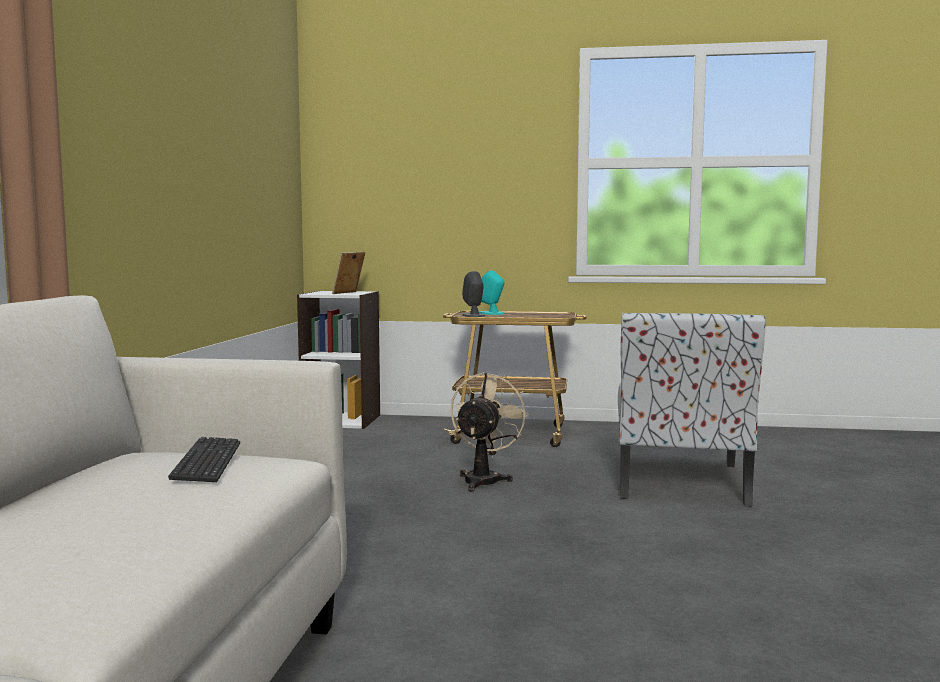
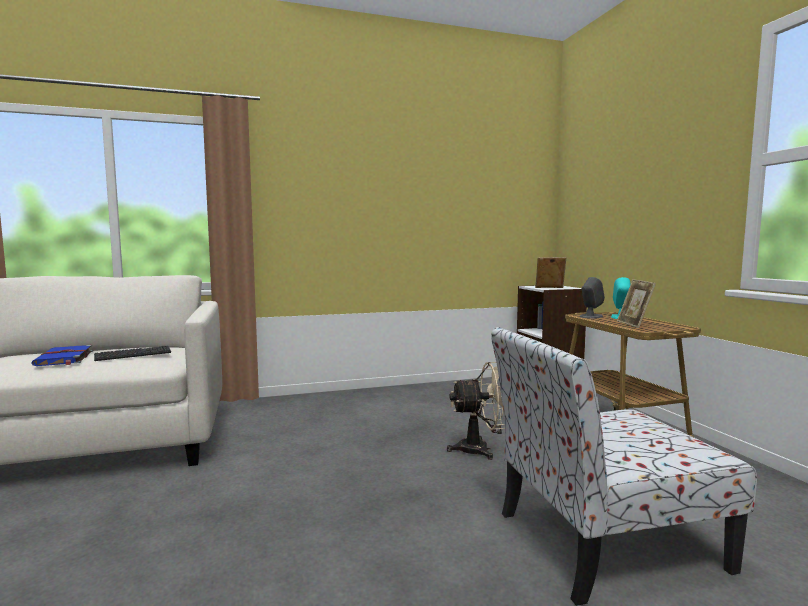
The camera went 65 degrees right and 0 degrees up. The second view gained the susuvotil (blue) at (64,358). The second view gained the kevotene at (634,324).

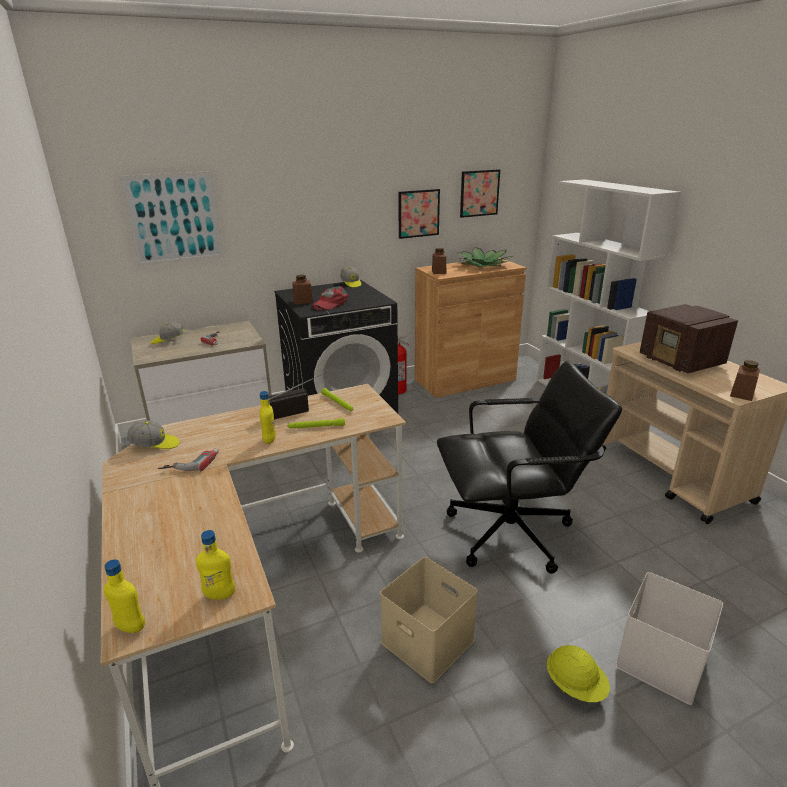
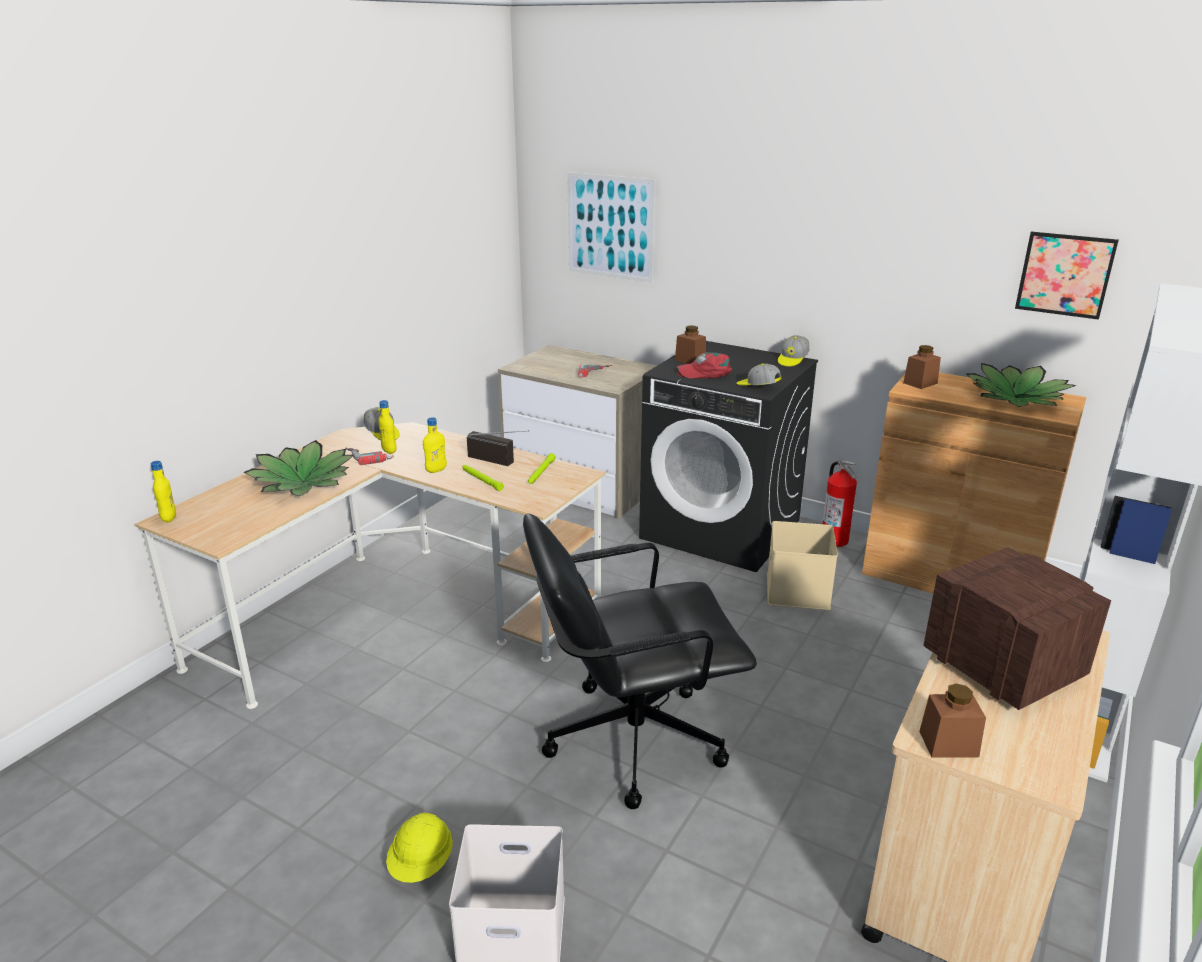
The camera went 55 degrees right and 0 degrees up. The second view lost the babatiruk at (418,213). The second view gained the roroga at (303,481). The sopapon ended up elsewhere, having gone from (168,340) to (757,387). The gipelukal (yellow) ended up elsewhere, having gone from (220,595) to (389,451). The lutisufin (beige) ended up elsewhere, having gone from (425,641) to (796,589). The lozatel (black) at (511,534) ended up facing another way, 120 degrees clockwise from before. The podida at (681,362) ended up facing another way, 120 degrees clockwise from before.

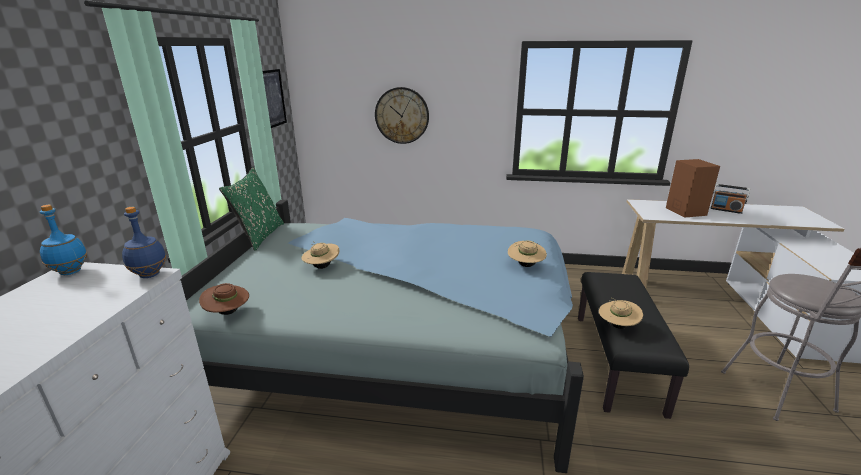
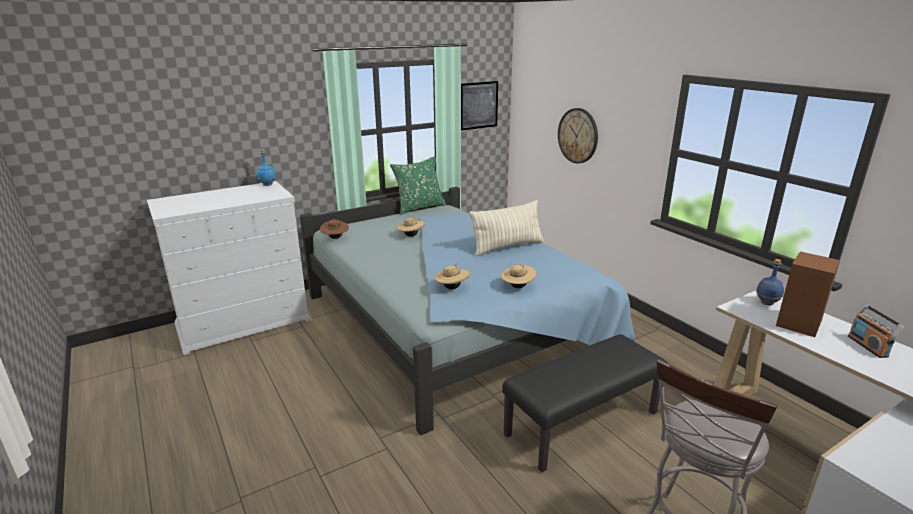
The camera went 50 degrees right and 0 degrees up. The second view gained the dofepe at (507,247). The gipelukal (blue) ended up elsewhere, having gone from (149,275) to (766,303). The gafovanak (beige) ended up elsewhere, having gone from (617,326) to (452,288).

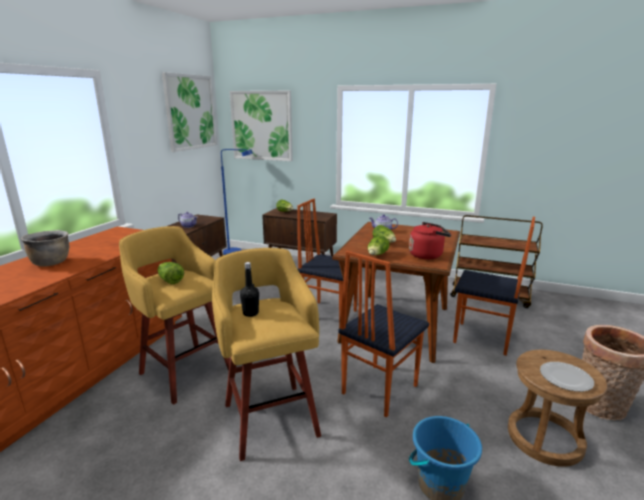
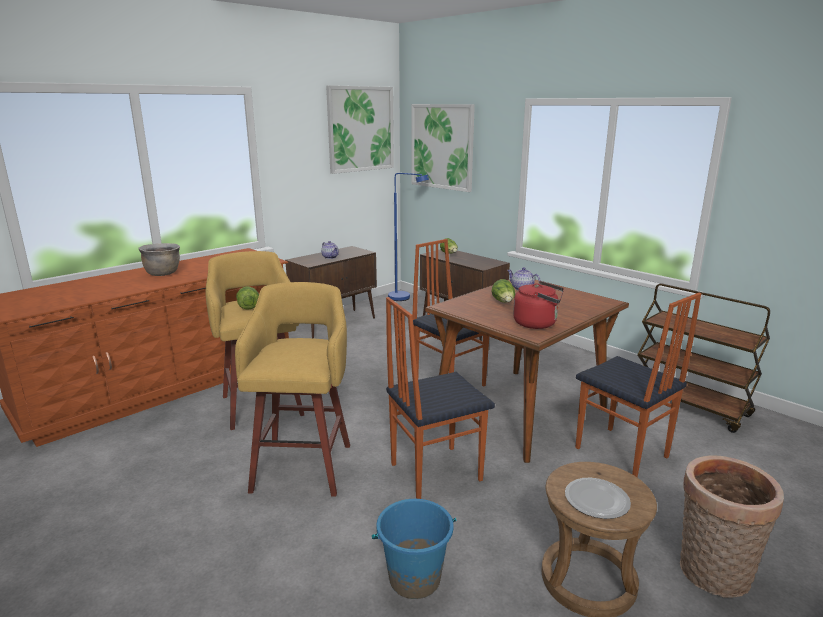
The camera went 25 degrees right and 0 degrees up. The second view lost the gipelukal (black) at (250,313). The second view lost the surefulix at (377,255).

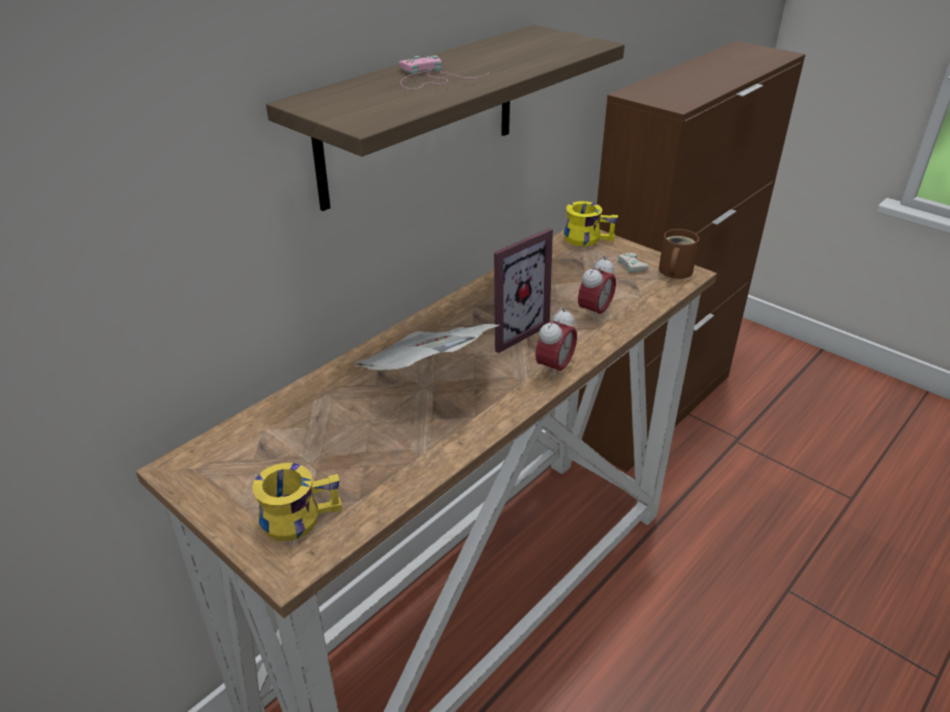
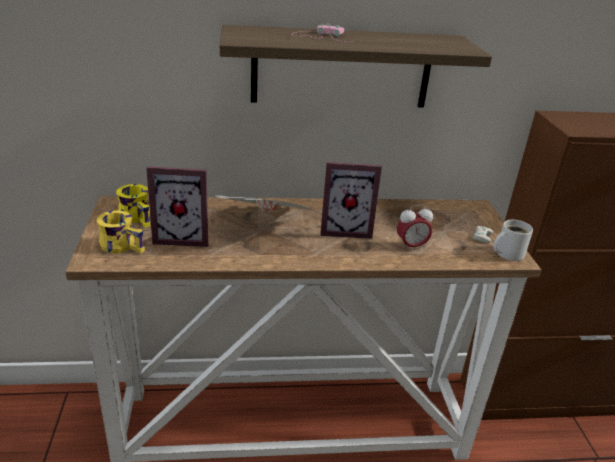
The camera went 40 degrees right and 5 degrees down. The second view lost the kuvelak at (554,368). The second view gained the kevotene at (183,237). The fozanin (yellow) ended up elsewhere, having gone from (587,237) to (139,217). What was the fozanin (brown) at (673,272) turned into the fozanin (white) at (507,253).

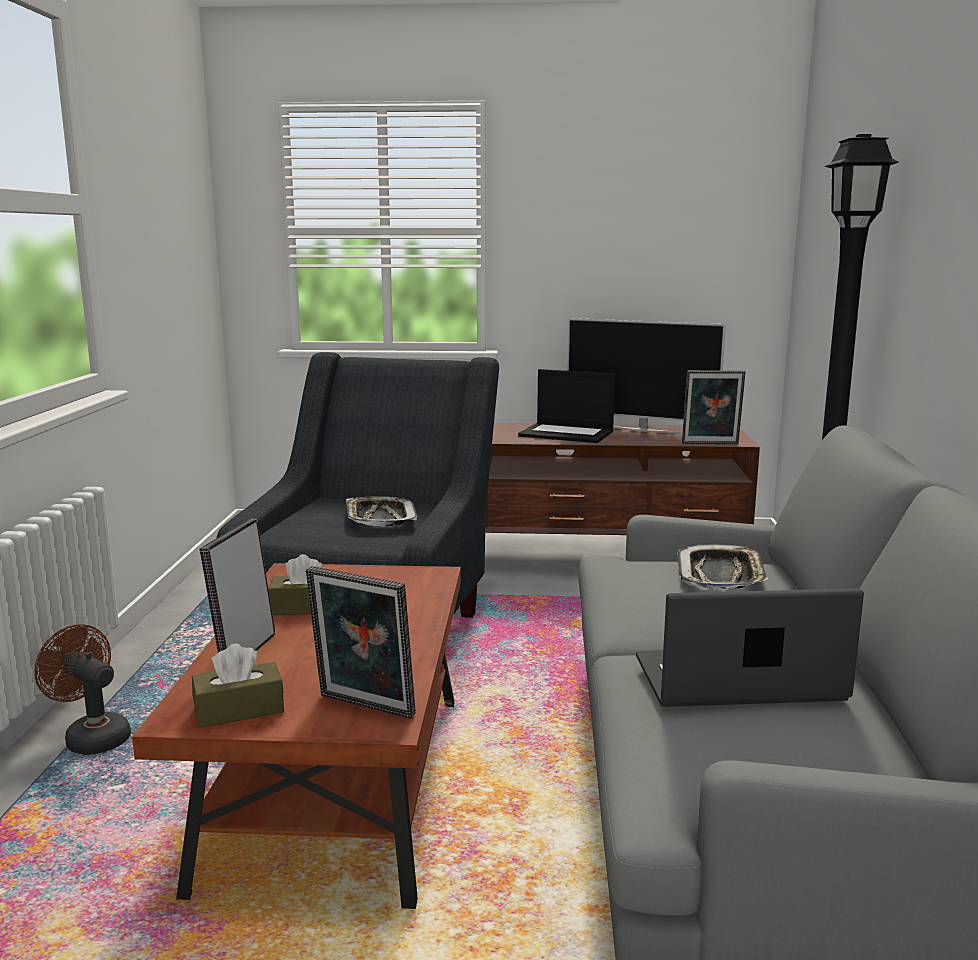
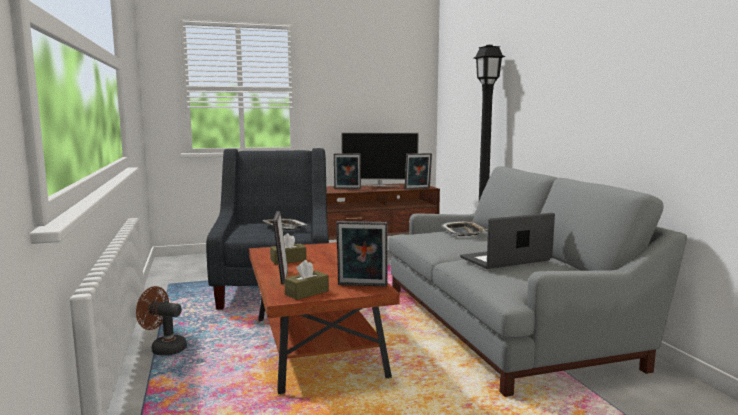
The camera went 20 degrees left and 5 degrees down. Where the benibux stood at (567,433), the kevotene came to stand at (347,189).

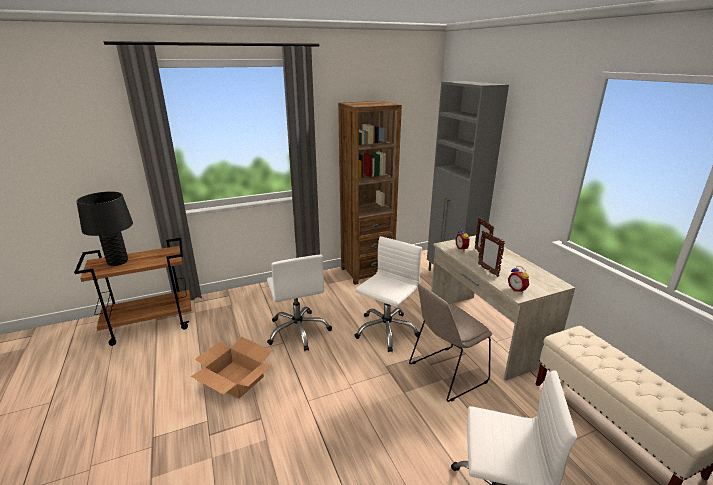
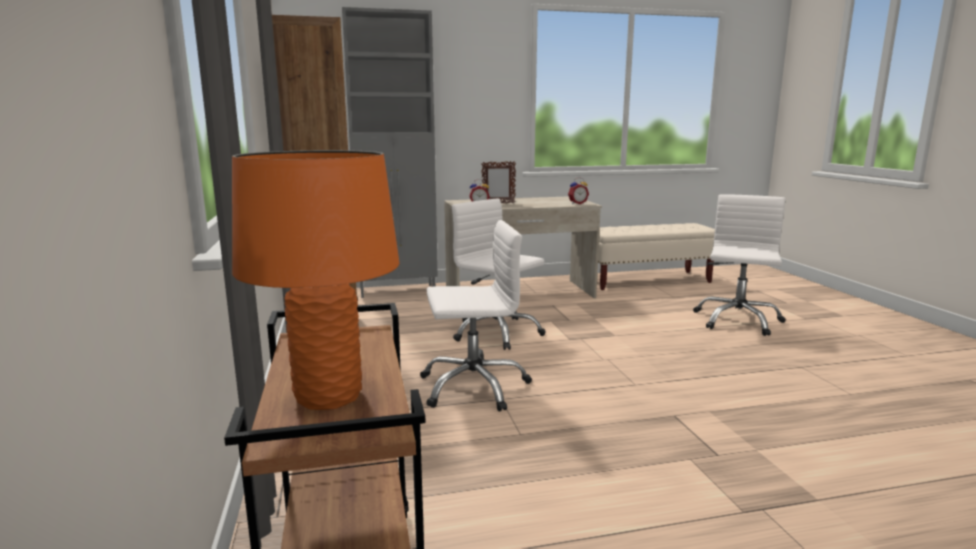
The camera went 80 degrees left and 10 degrees down. The second view lost the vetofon at (235,379). The second view lost the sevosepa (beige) at (446,374). The second view lost the kevotene at (487,270). What was the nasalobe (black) at (117,262) turned into the nasalobe (orange) at (328,396).

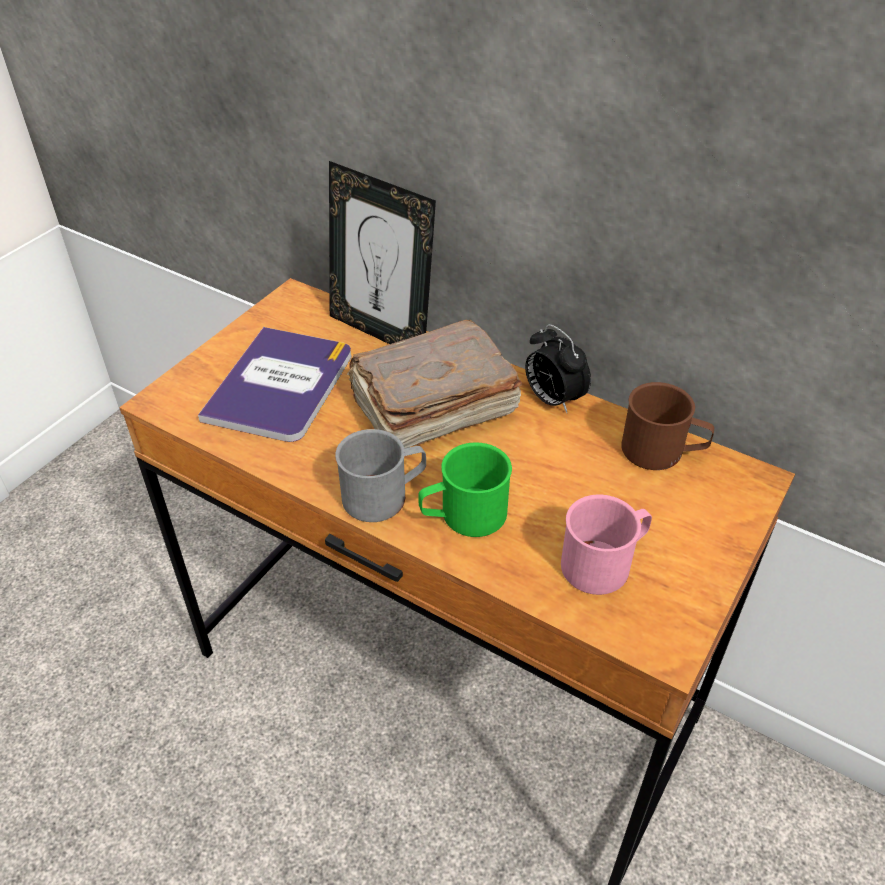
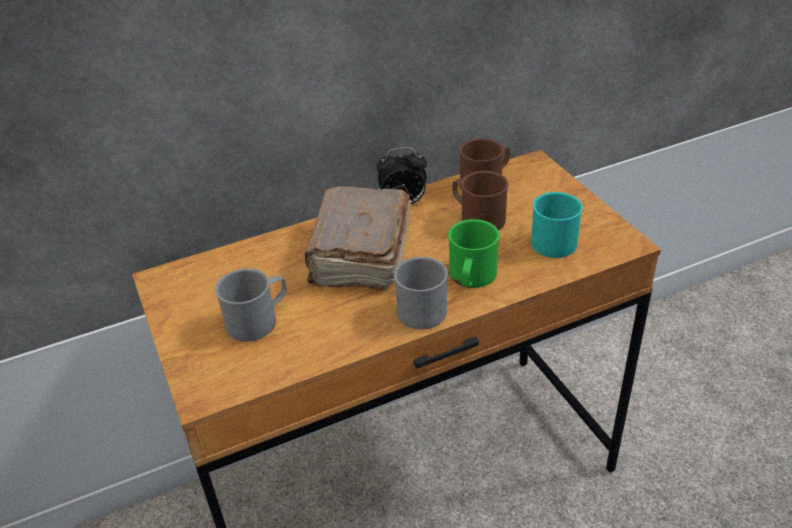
The camera went 55 degrees left and 5 degrees down. The second view lost the kevotene at (382,332). The second view gained the fozanin (brown) at (477,217). Where the susuvotil stood at (280,385), the fozanin (grey) came to stand at (258,320). What was the fozanin (pink) at (604,562) turned into the fozanin (turquoise) at (552,239).

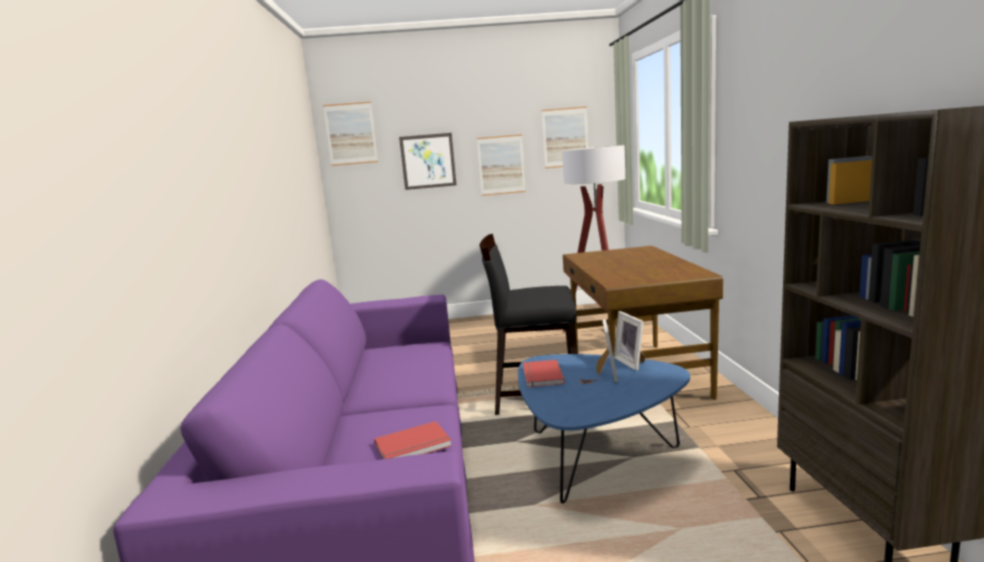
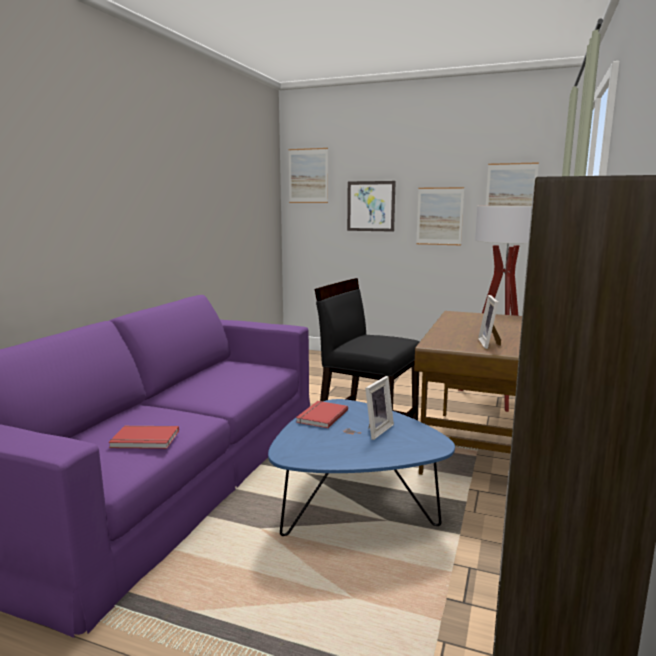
The camera went 25 degrees right and 0 degrees up. The kevotene ended up elsewhere, having gone from (632,362) to (490,344).

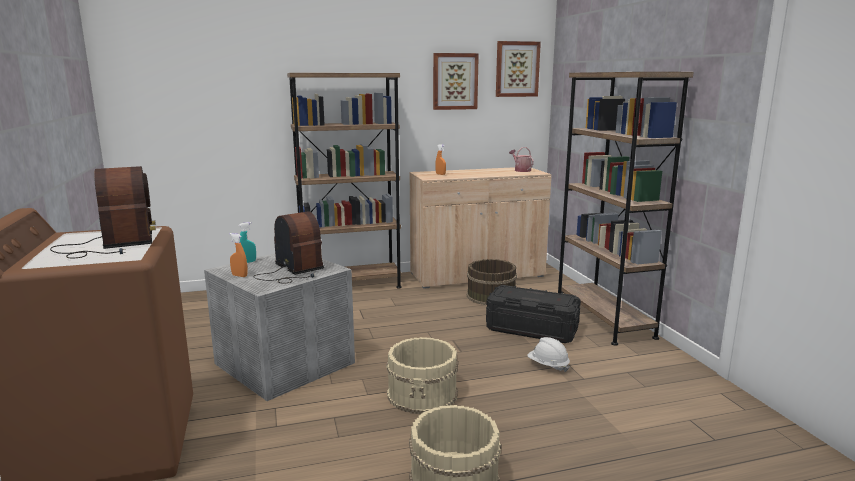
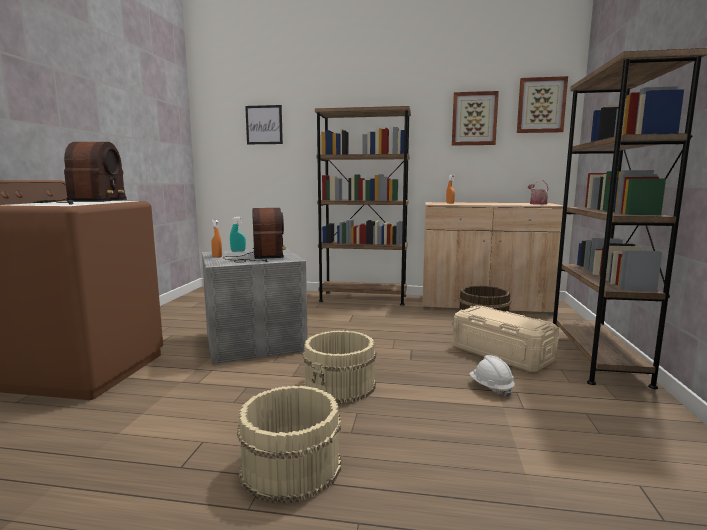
The camera went 25 degrees right and 5 degrees down. The second view gained the babatiruk at (264,125). What was the lutisufin (black) at (532,329) turned into the lutisufin (beige) at (502,354).

